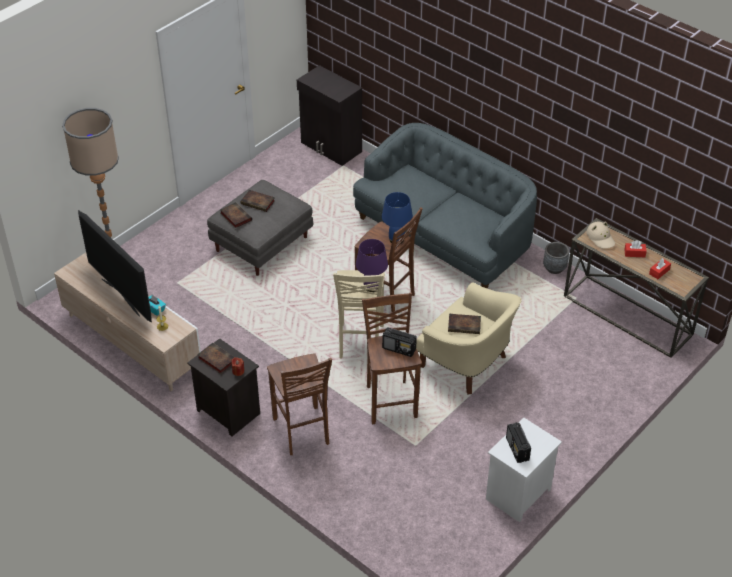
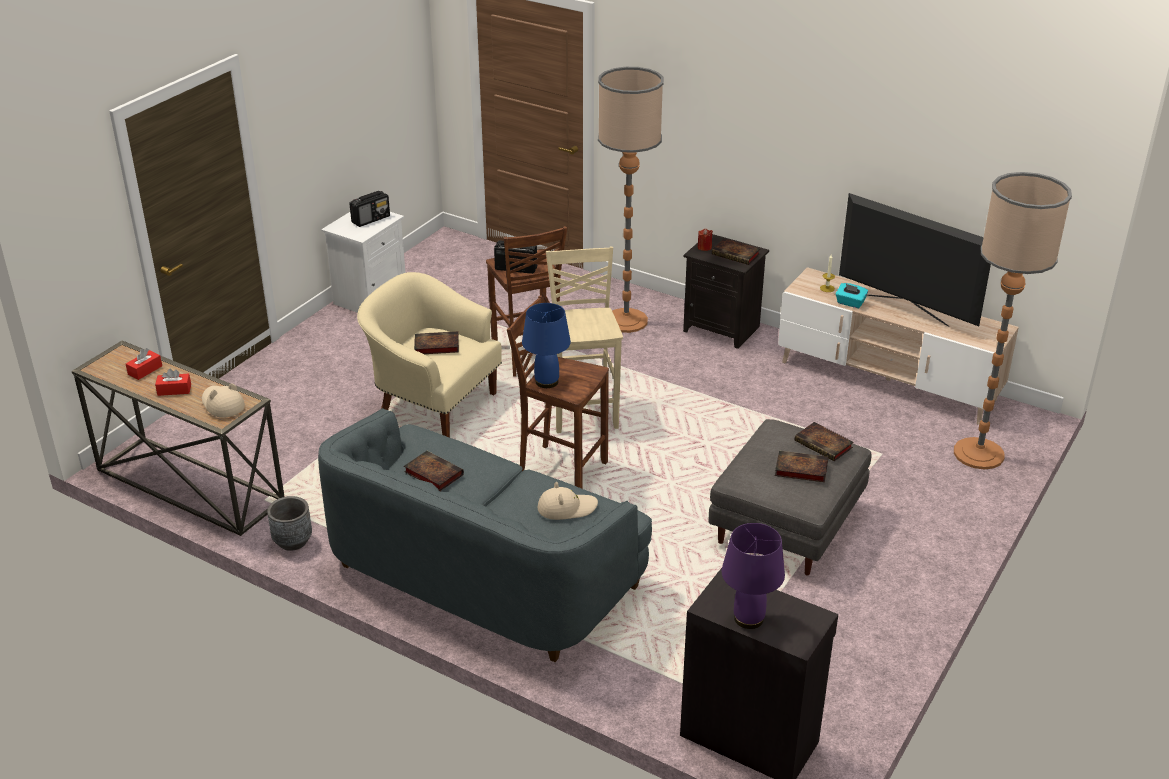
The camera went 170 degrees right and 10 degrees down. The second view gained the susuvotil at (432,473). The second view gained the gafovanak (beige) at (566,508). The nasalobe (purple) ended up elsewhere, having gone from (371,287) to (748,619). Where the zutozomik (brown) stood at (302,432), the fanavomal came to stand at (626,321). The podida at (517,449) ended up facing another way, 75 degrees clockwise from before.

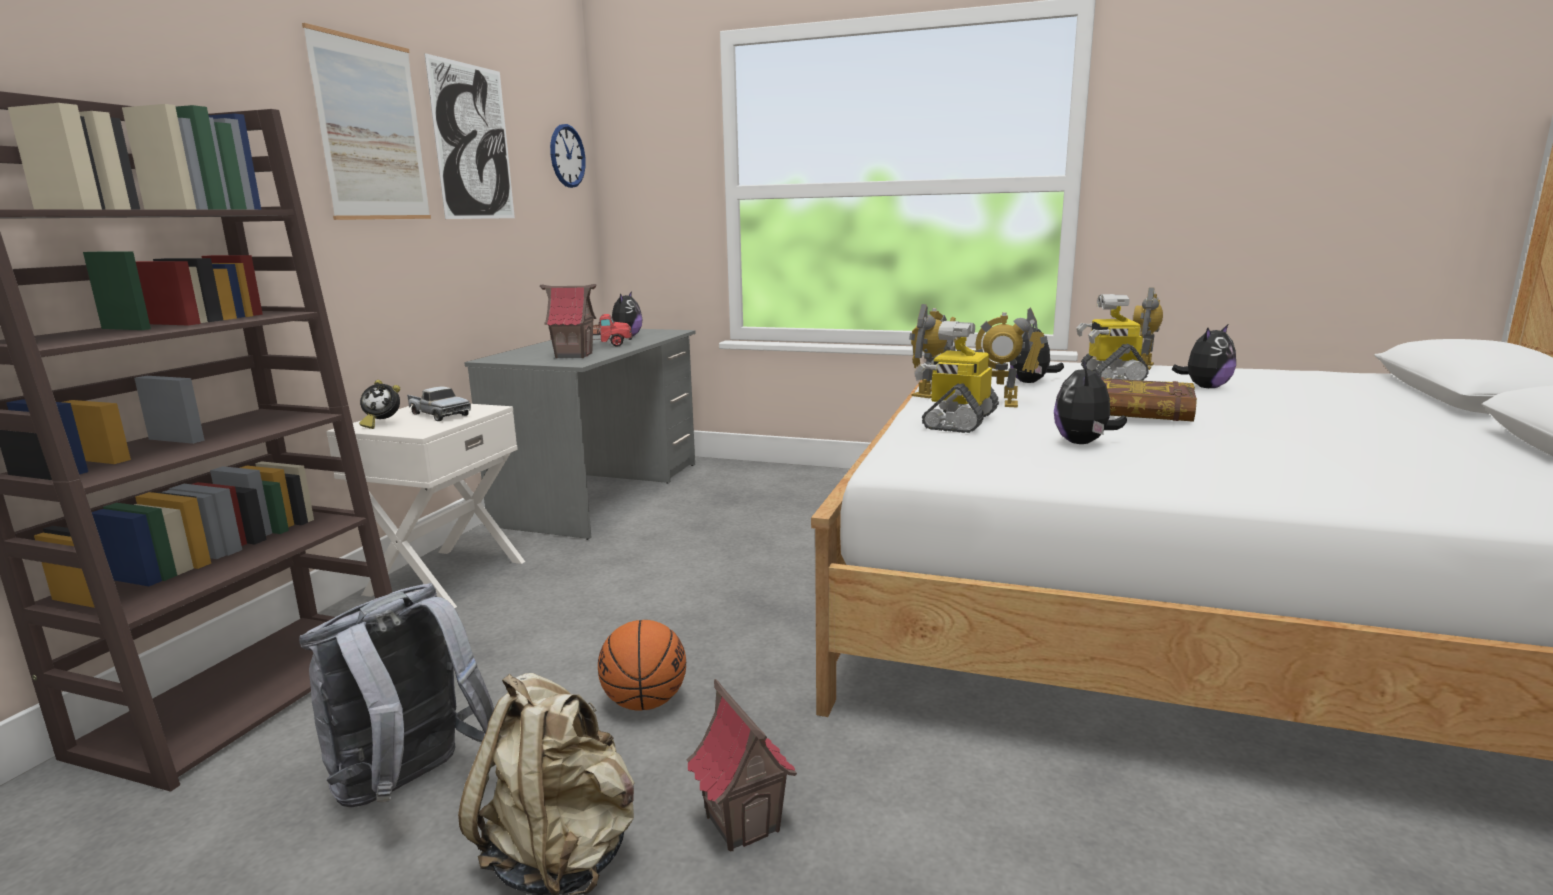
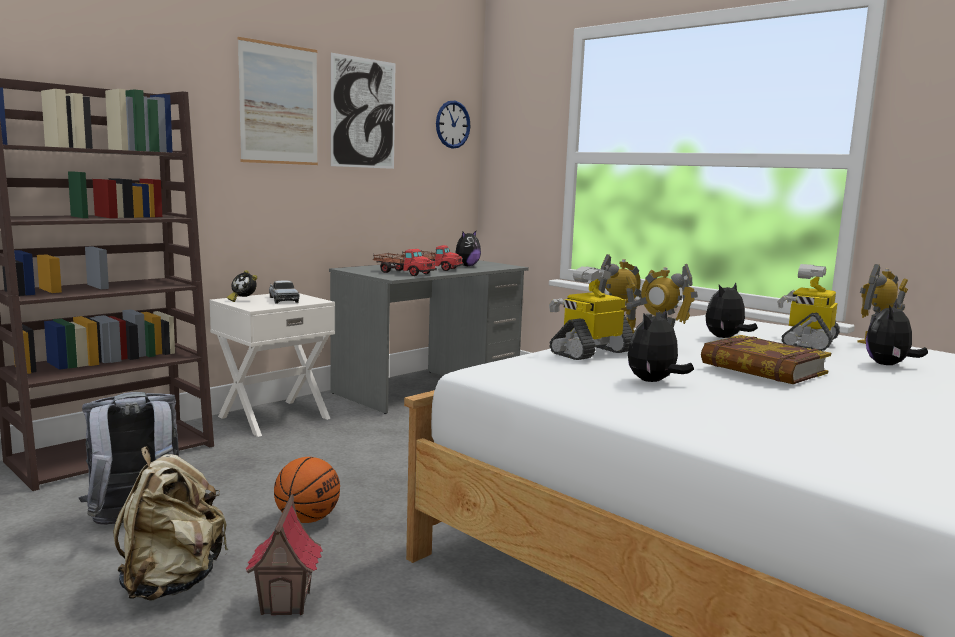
The camera went 25 degrees right and 5 degrees down. Where the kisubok stood at (574,355), the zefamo came to stand at (403,273). The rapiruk at (1205,387) ended up facing another way, 135 degrees clockwise from before.

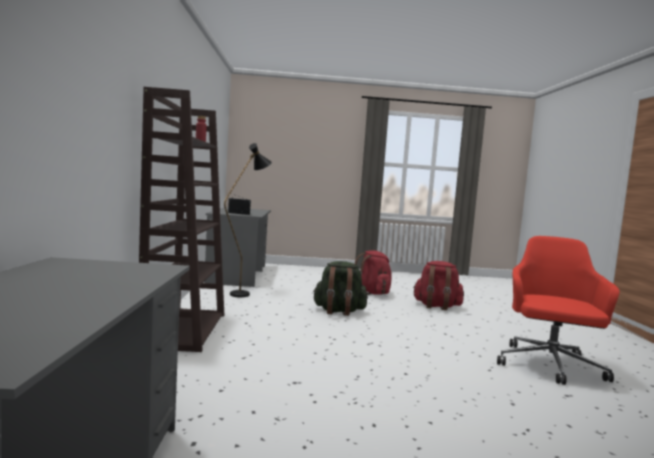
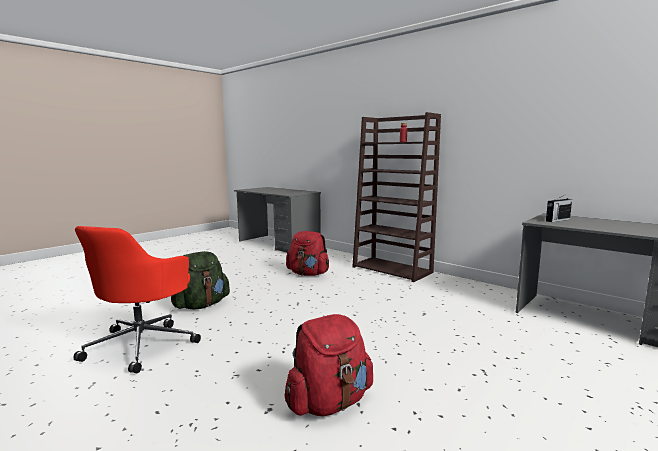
The camera went 135 degrees right and 5 degrees up. The second view lost the fanavomal (black) at (245,293). The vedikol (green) ended up elsewhere, having gone from (339,311) to (201,305). The vedikol (red) ended up elsewhere, having gone from (373,293) to (308,274). The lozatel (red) at (549,366) ended up facing another way, 45 degrees clockwise from before.

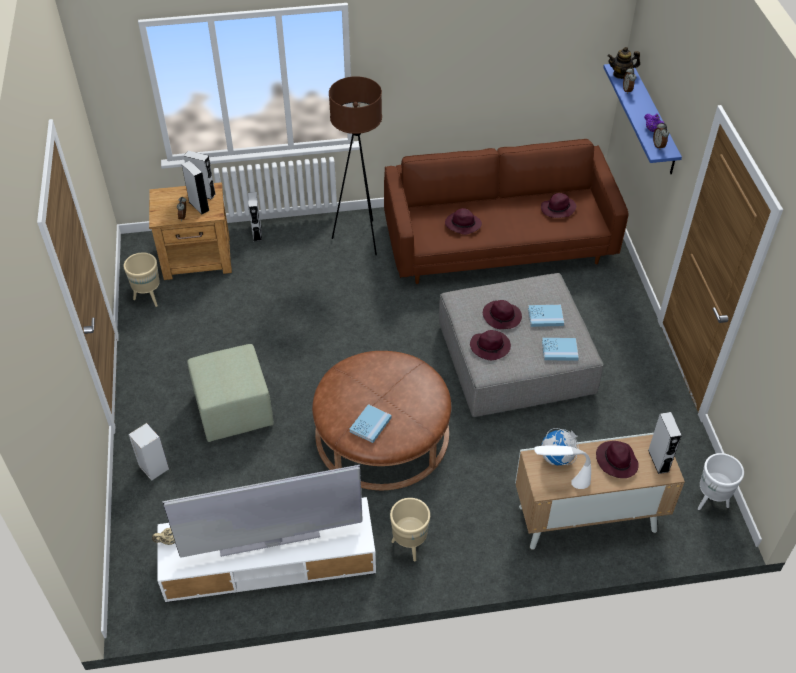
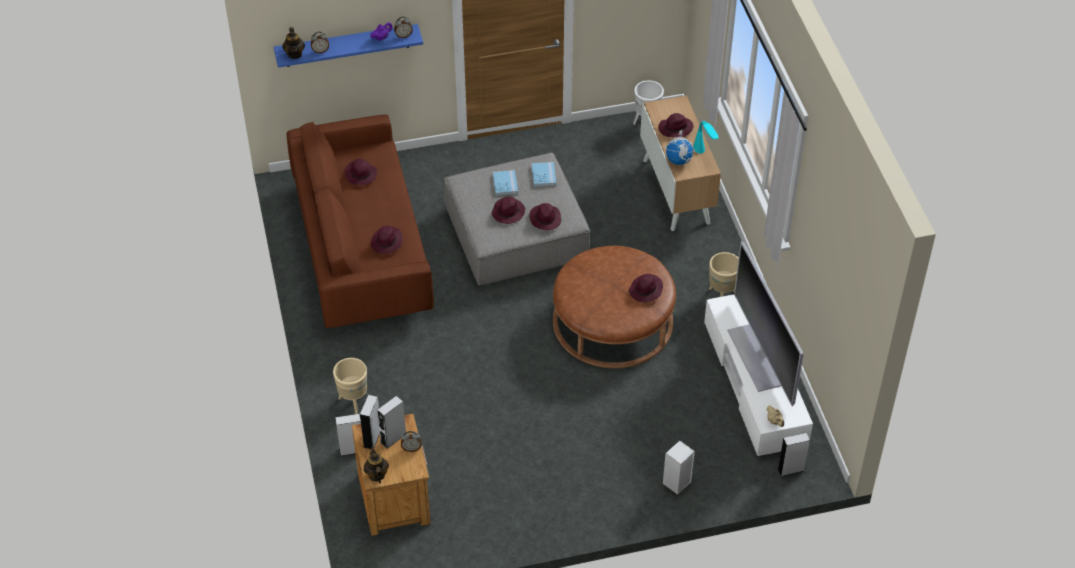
The camera went 95 degrees left and 0 degrees up. The second view lost the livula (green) at (233,410). The second view lost the fanavomal (brown) at (360,238). The second view gained the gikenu at (376,474). The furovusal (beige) ended up elsewhere, having gone from (148,297) to (353,402). The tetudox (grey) ended up elsewhere, having gone from (658,460) to (791,469). Where the susuvotil (blue) stood at (370,424), the gafovanak (purple) came to stand at (646,290). What was the nasalobe (white) at (559,485) turned into the nasalobe (turquoise) at (704,160).

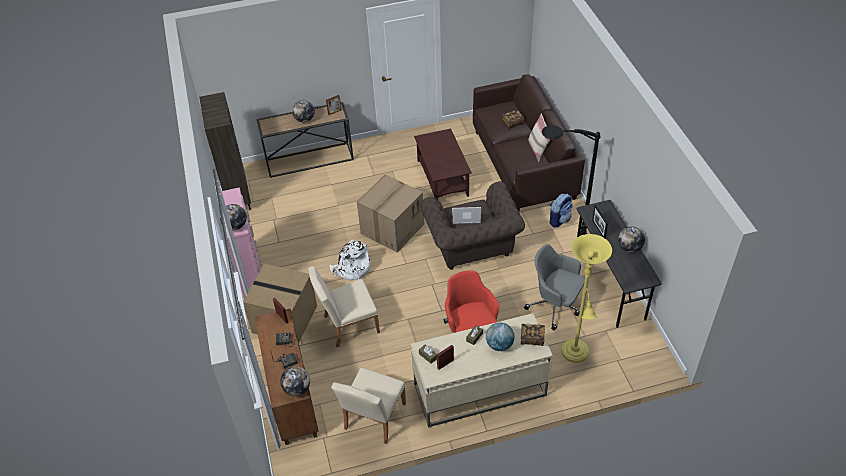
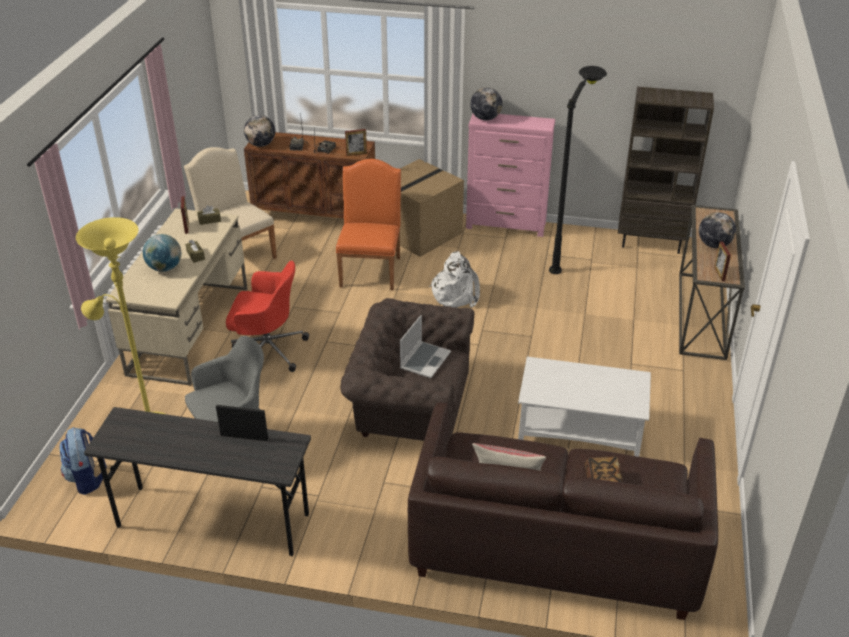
The camera went 115 degrees right and 10 degrees down. The second view lost the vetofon at (392,228). The second view lost the susuvotil at (532,338). The second view lost the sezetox at (629,248). The fanavomal (black) ended up elsewhere, having gone from (553,236) to (569,251). The vedikol ended up elsewhere, having gone from (559,220) to (87,479). What was the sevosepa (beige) at (347,325) turned into the sevosepa (orange) at (371,269). What was the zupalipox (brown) at (443,178) turned into the zupalipox (white) at (578,431).

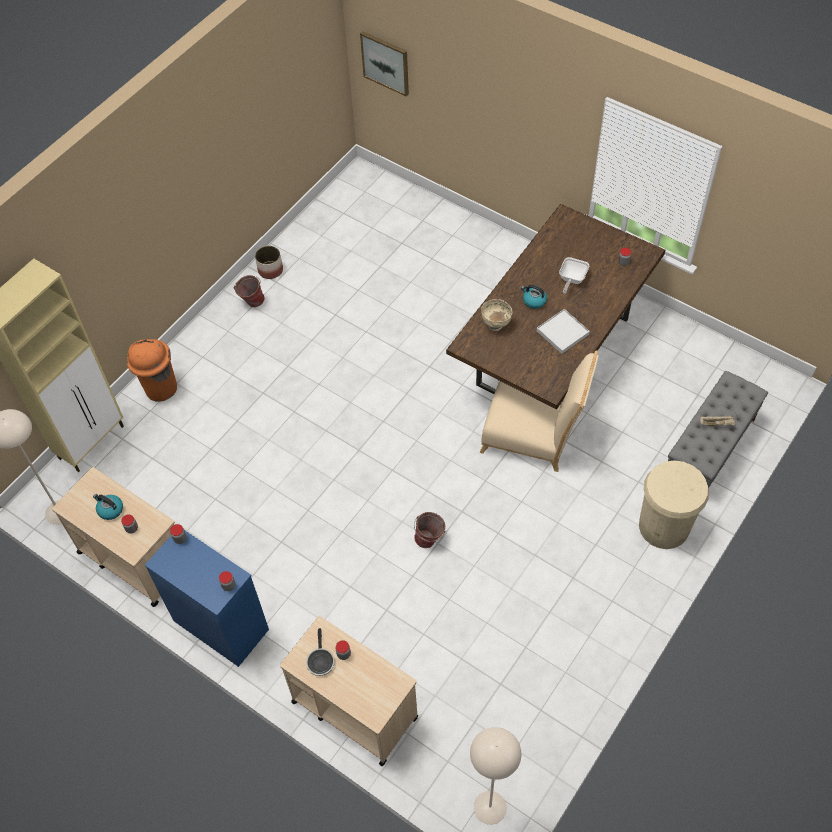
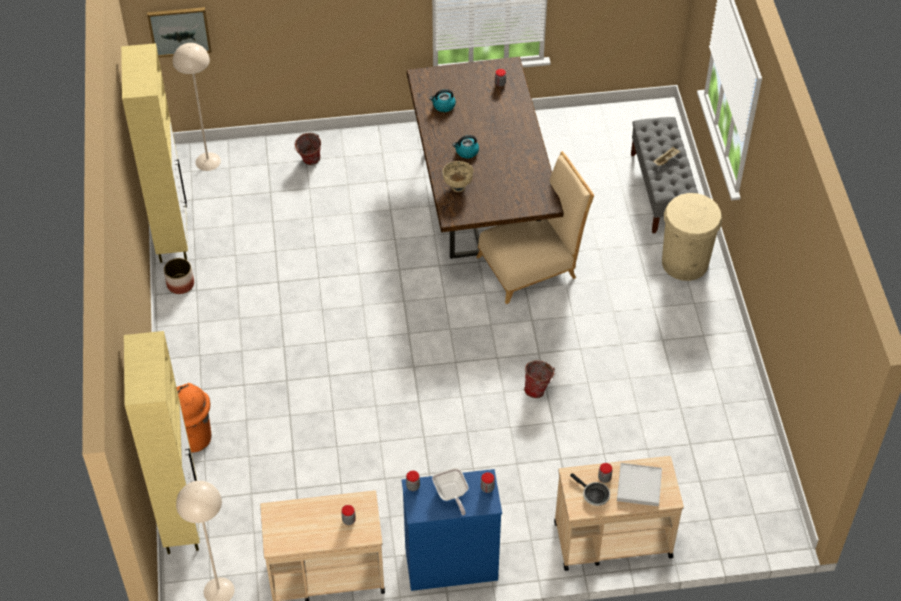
The camera went 45 degrees left and 5 degrees down. The second view gained the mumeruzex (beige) at (172,236). The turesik ended up elsewhere, having gone from (110,510) to (443,106). The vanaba ended up elsewhere, having gone from (251,302) to (309,161). The fanavomal (beige) ended up elsewhere, having gone from (489,808) to (208,161). The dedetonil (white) ended up elsewhere, having gone from (563,333) to (639,486). The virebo ended up elsewhere, having gone from (571,280) to (451,495).

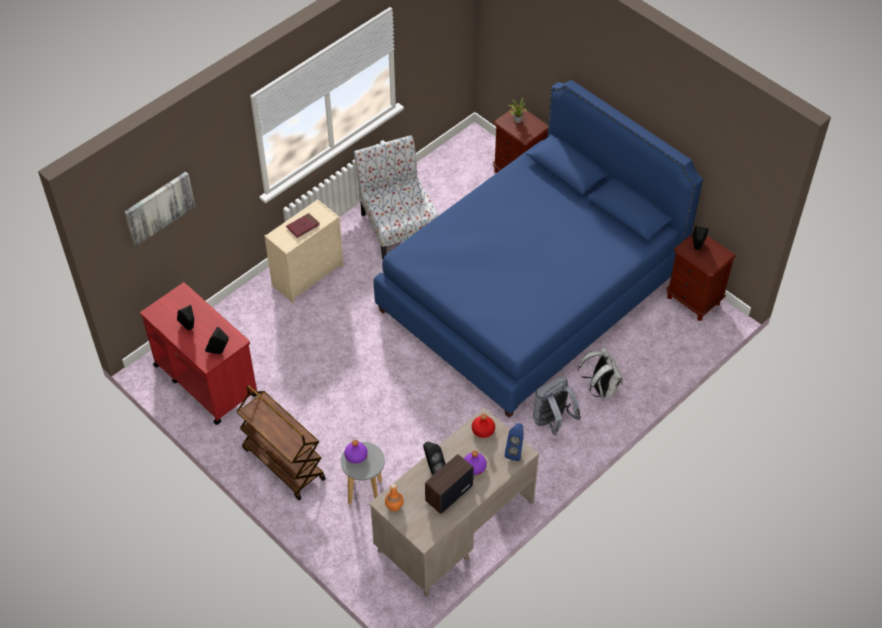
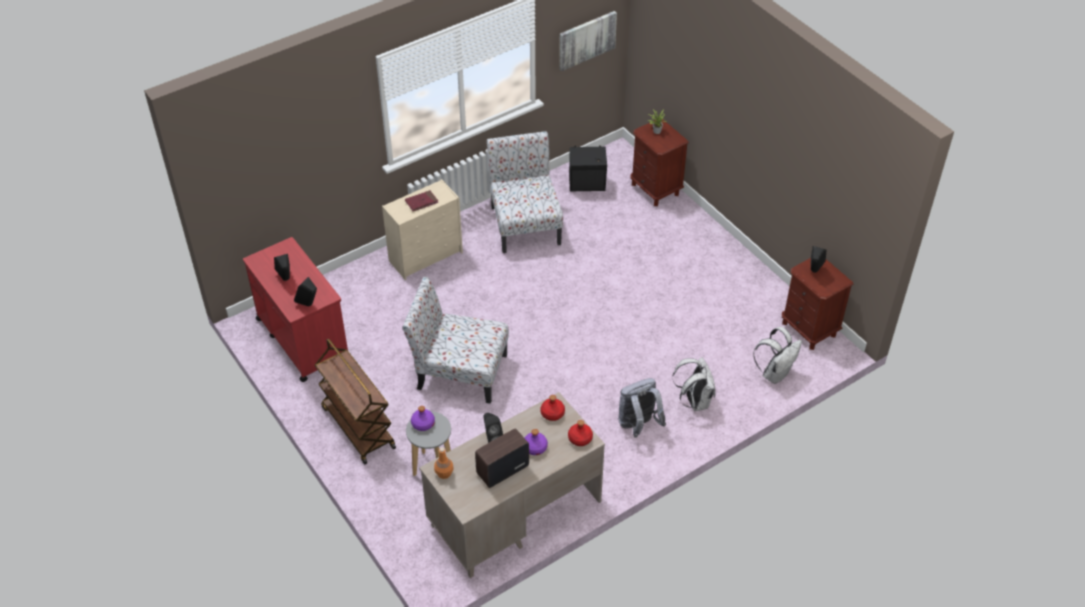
The camera went 10 degrees right and 5 degrees down. The second view lost the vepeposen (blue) at (530,292). The second view gained the sevosepa at (459,371). The second view gained the tetudox (black) at (588,185). The second view gained the vedikol (white) at (775,373). The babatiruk ended up elsewhere, having gone from (159,207) to (586,40). Where the tetudox (blue) stood at (515,451), the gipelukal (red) came to stand at (580,438).

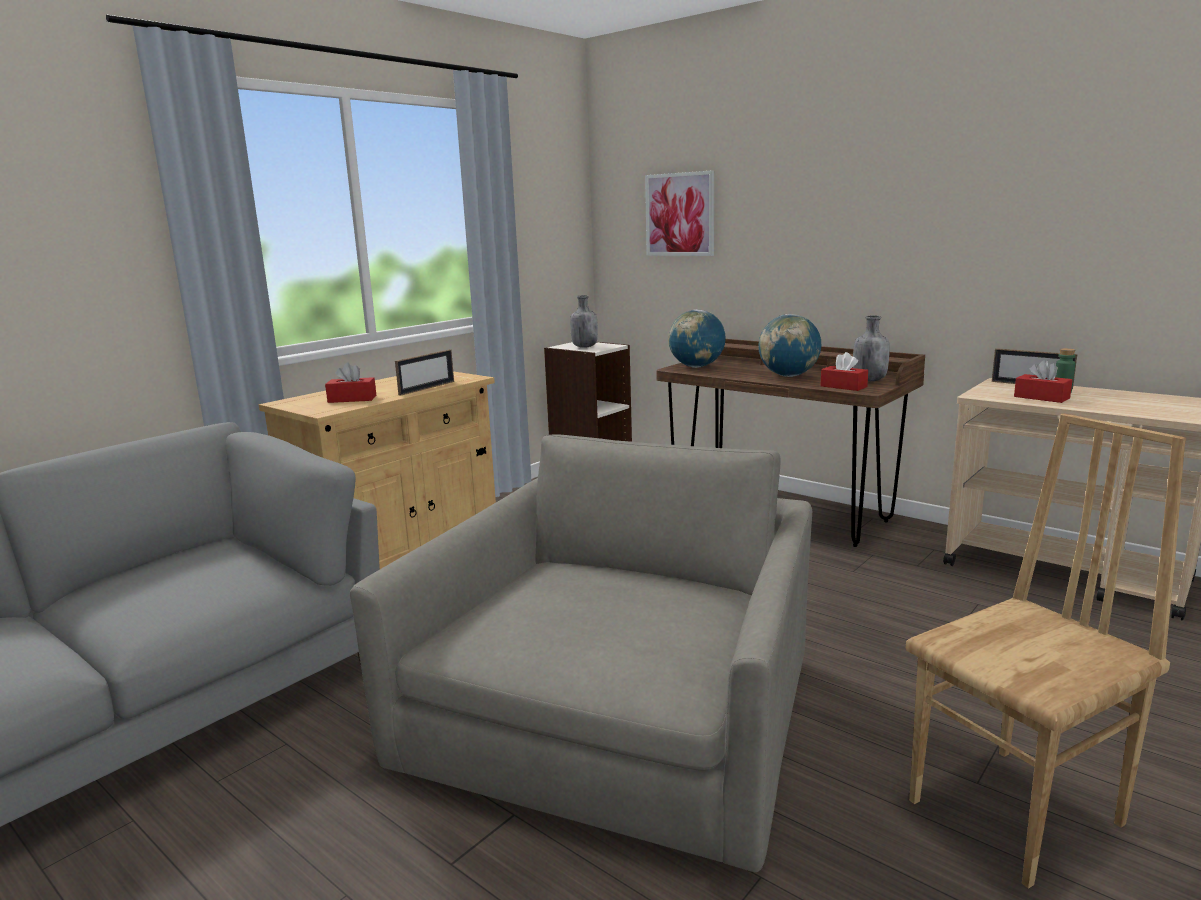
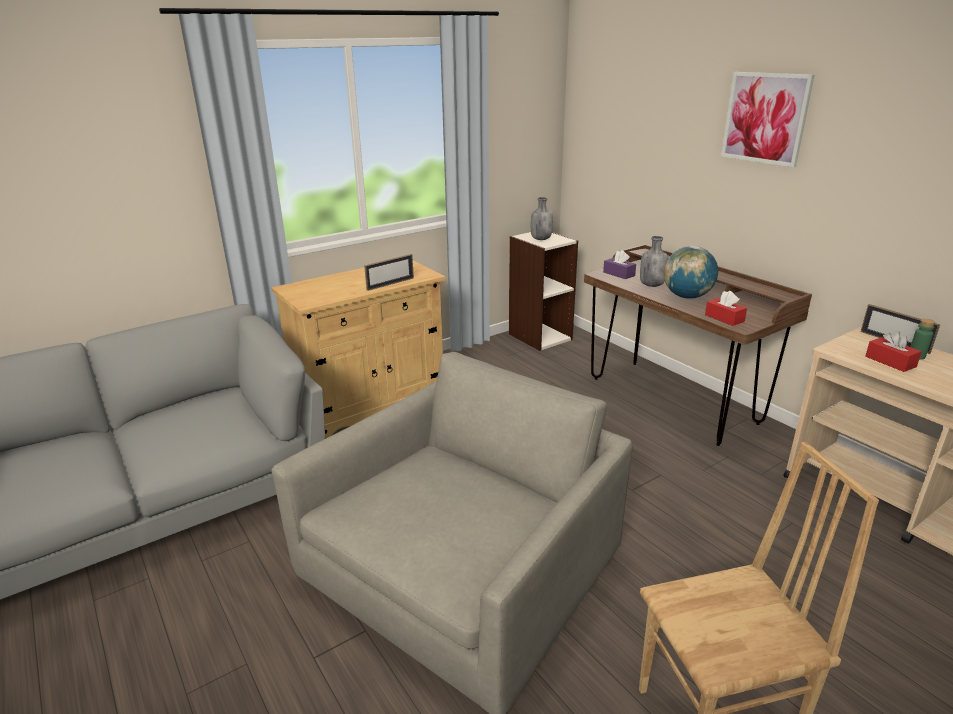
The camera went 15 degrees right and 10 degrees up. The second view lost the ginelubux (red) at (352,399). The babatiruk ended up elsewhere, having gone from (680,214) to (765,118). The gipelukal (grey) ended up elsewhere, having gone from (869,380) to (651,285). Where the sezetox stood at (696,367), the ginelubux (purple) came to stand at (619,274).

